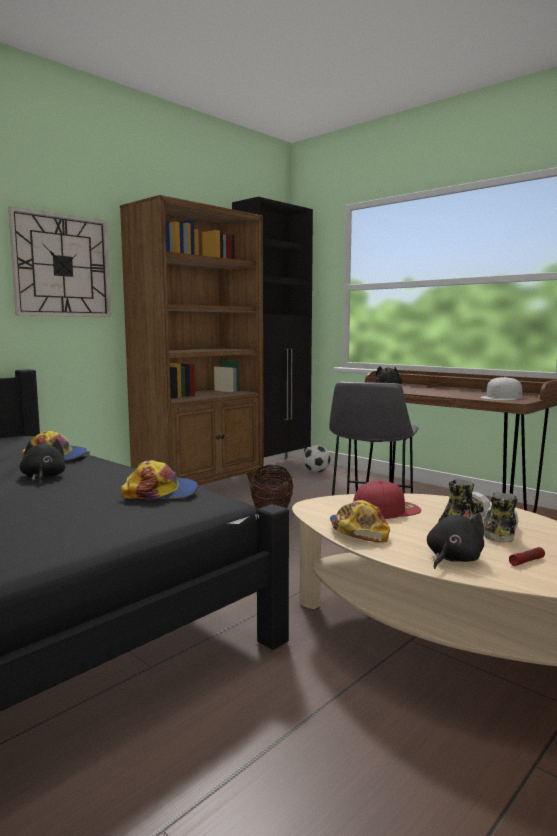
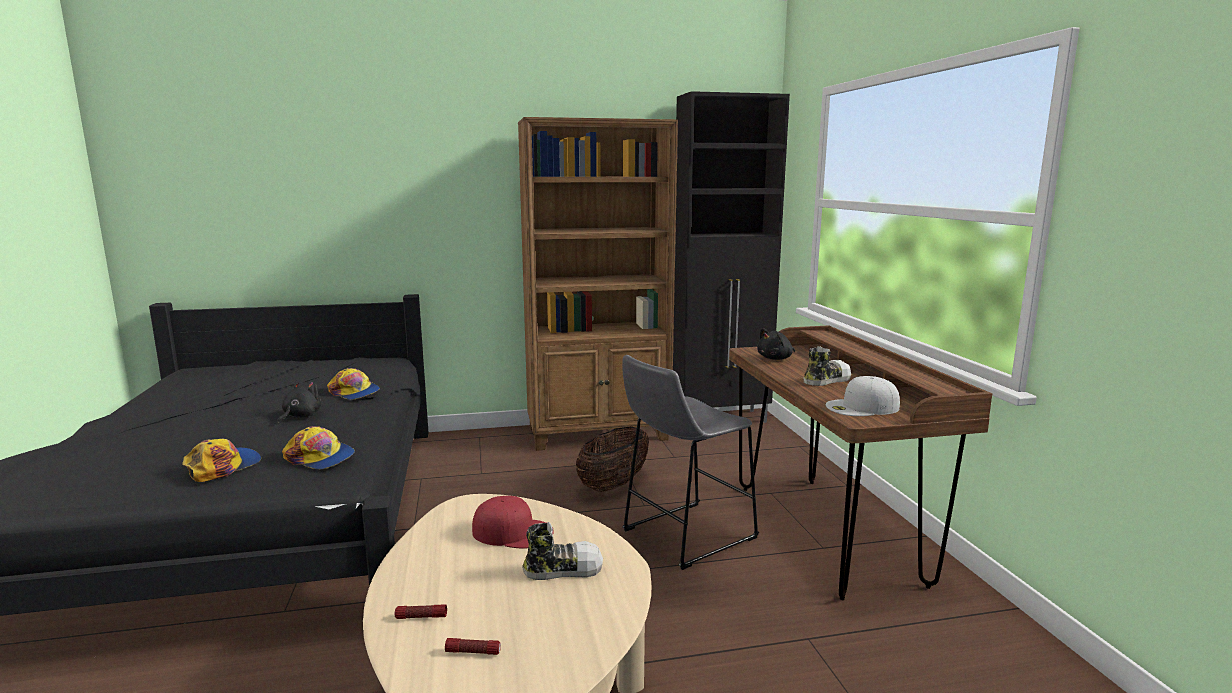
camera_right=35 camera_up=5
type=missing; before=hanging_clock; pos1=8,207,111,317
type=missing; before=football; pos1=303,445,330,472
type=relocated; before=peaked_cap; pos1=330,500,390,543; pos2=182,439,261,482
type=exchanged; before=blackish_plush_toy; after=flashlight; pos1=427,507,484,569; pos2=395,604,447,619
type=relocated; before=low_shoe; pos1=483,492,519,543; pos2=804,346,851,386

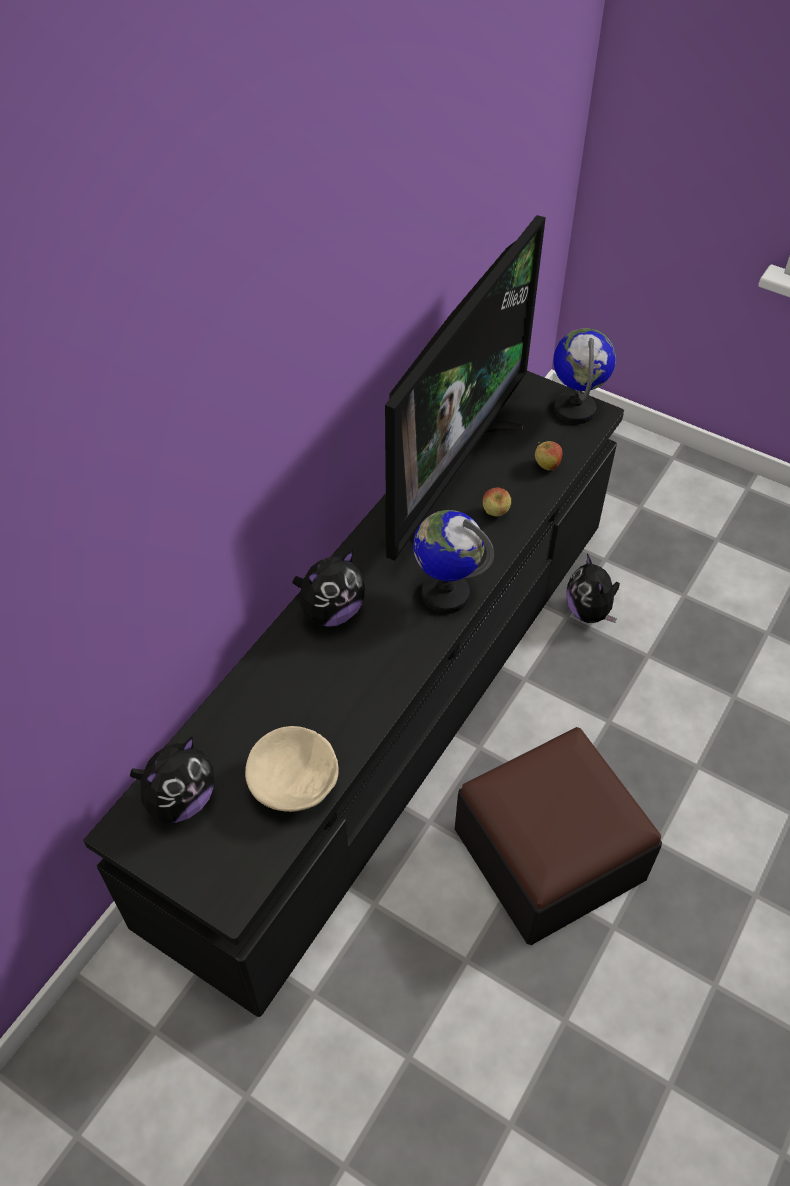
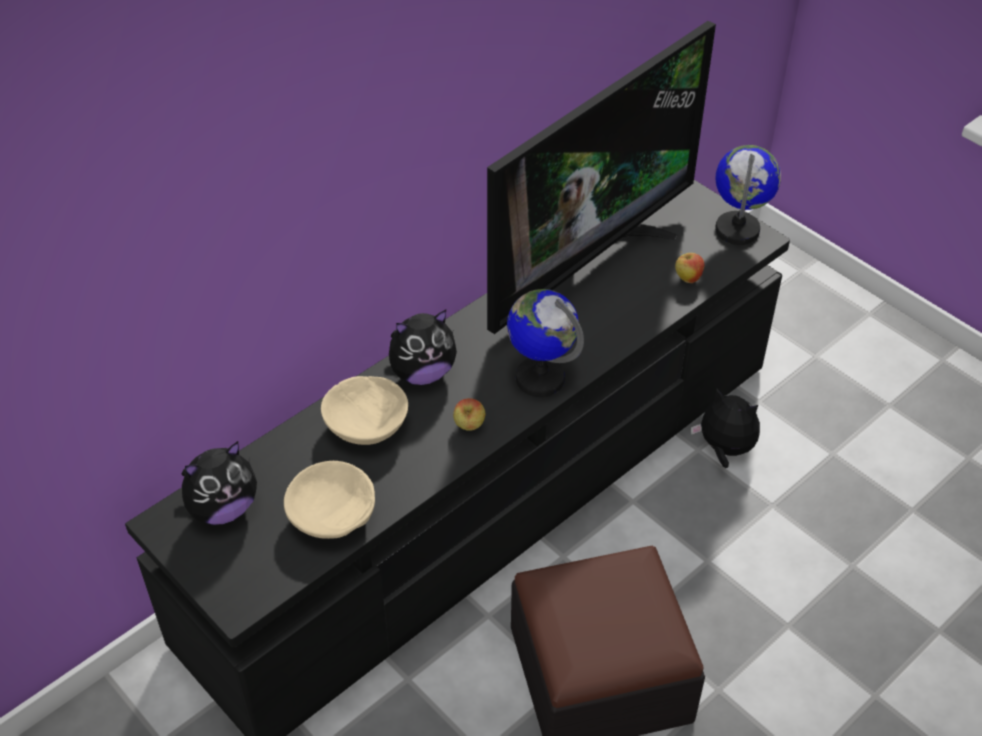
camera_right=15 camera_up=-5
type=relocated; before=apple_fruit; pos1=483,487,511,517; pos2=453,398,486,431
type=spun; before=plush_toy; pos1=566,553,620,623; pos2=691,388,760,468; turn=120
type=appeared; after=sand-coloured_bowl; pos2=321,376,408,445

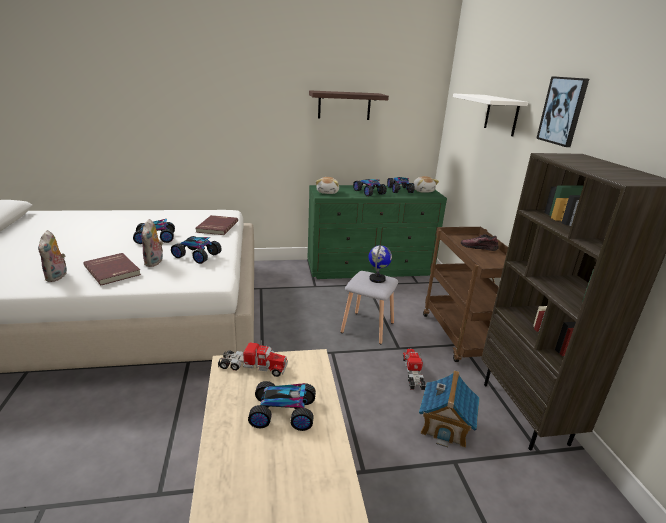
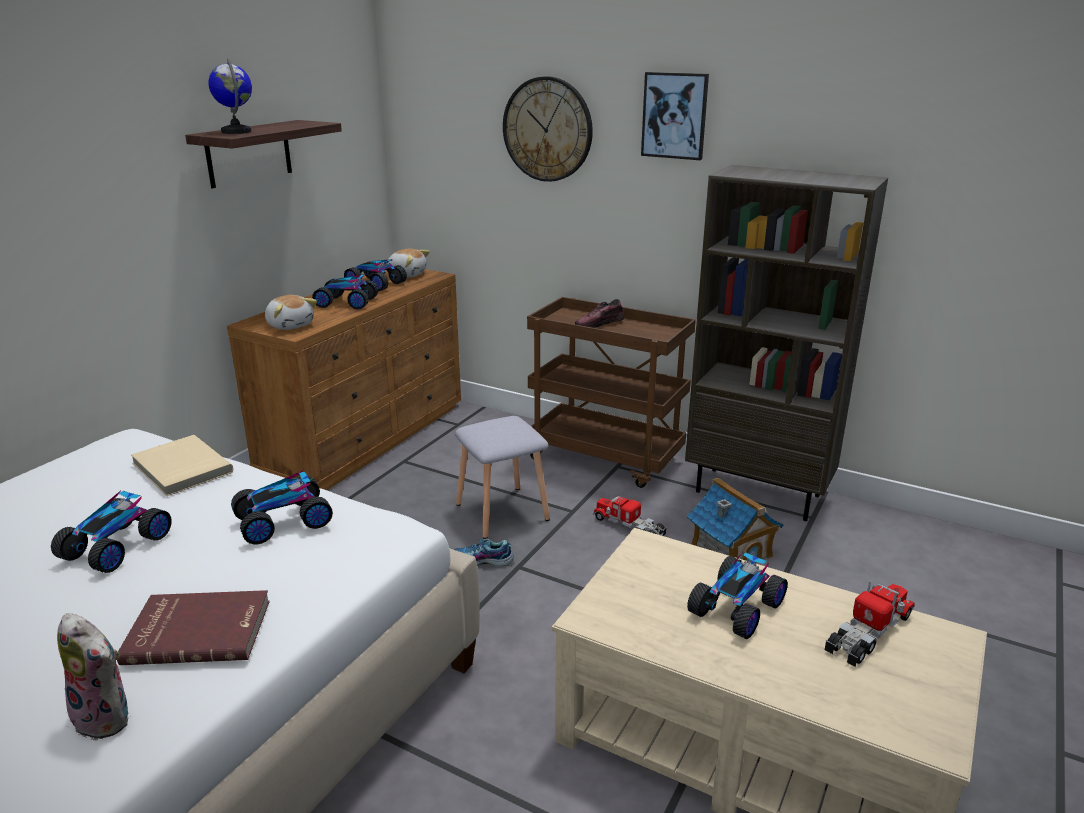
camera_right=-50 camera_up=0
type=missing; before=plush_toy; pos1=142,219,163,267
type=colour; before=reddish_book; after=sand-coloured_book; pos1=196,215,238,235; pos2=131,435,233,496
type=relocated; before=toy_truck; pos1=218,339,288,377; pos2=825,580,915,667
type=colour; before=greenish_chest_of_drawers; after=brown-coloured_chest_of_drawers; pos1=307,185,447,279; pos2=227,269,461,490
type=relocated; before=world_globe; pos1=369,245,392,283; pos2=208,58,252,134
type=exchanged; before=white_wall_shelf; after=hanging_clock; pos1=453,94,528,136; pos2=503,76,593,182
type=appeared; after=low_shoe; pos2=453,538,514,566

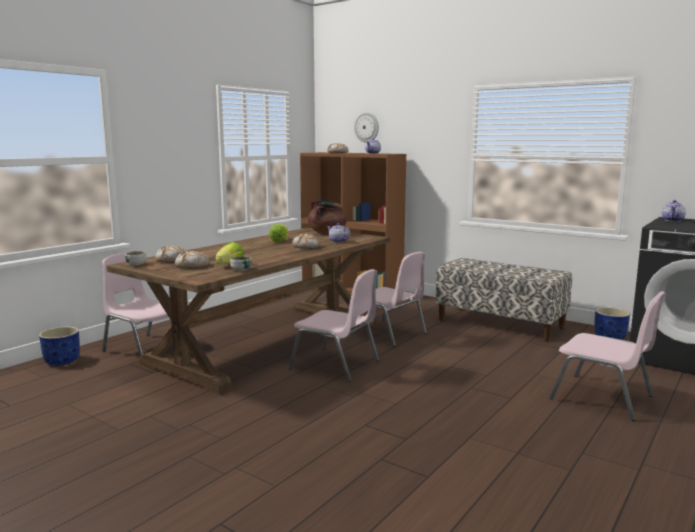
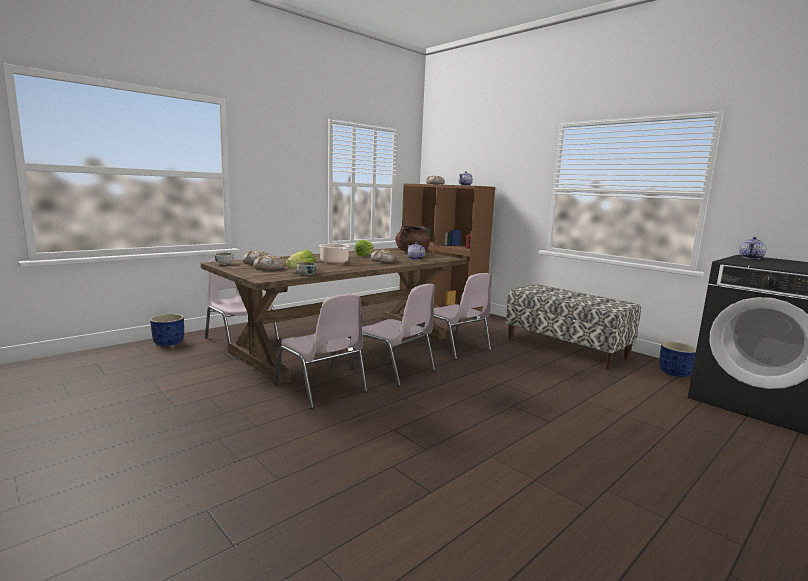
camera_right=10 camera_up=0
type=missing; before=hanging_clock; pos1=354,112,379,143
type=relocated; before=pink-coloured_upright_chair; pos1=549,291,666,421; pos2=274,294,367,409
type=appeared; after=stockpot; pos2=319,244,350,263

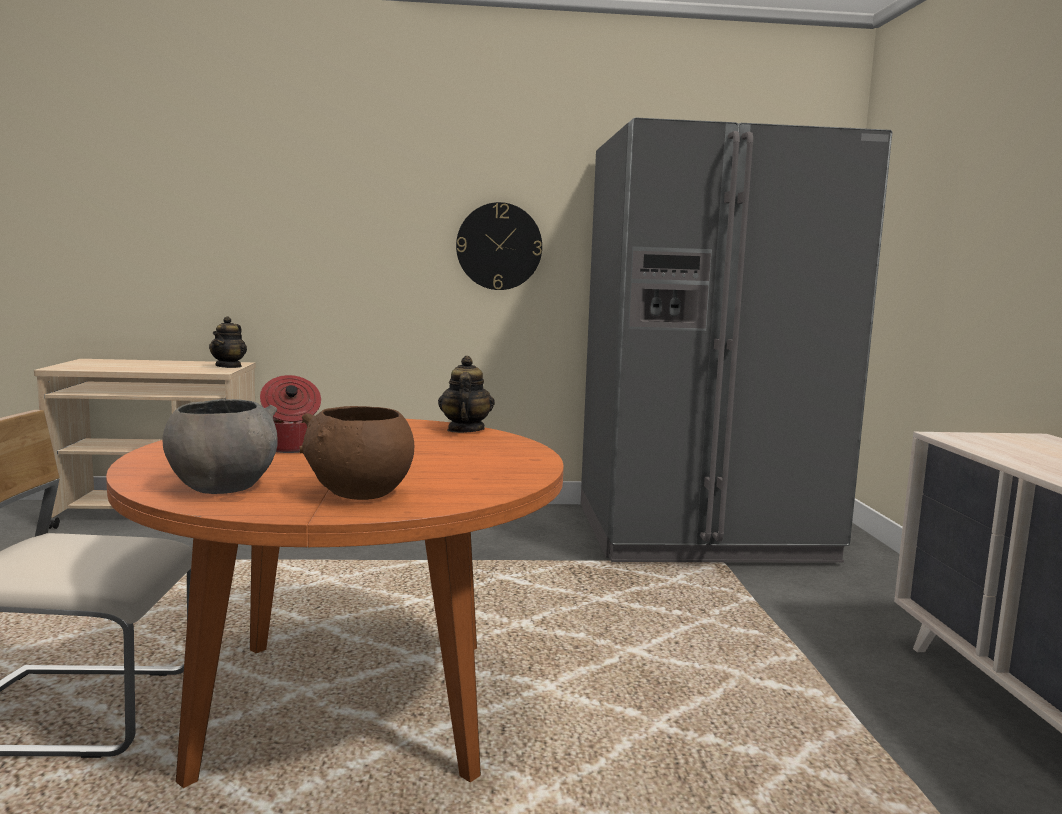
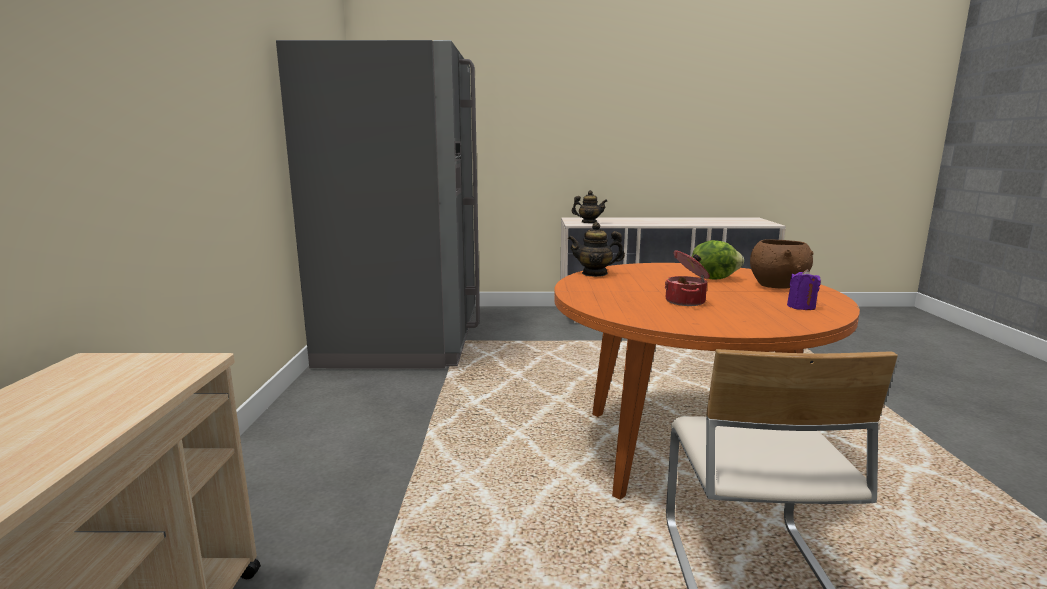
camera_right=-85 camera_up=5
type=exchanged; before=grey_bowl; after=purple-coloured_candle; pos1=163,399,278,494; pos2=787,269,821,310
type=relocated; before=pot_for_tea; pos1=209,316,247,368; pos2=572,190,607,223
type=missing; before=hanging_clock; pos1=456,202,542,290
type=appeared; after=head_of_lettuce; pos2=692,240,744,280

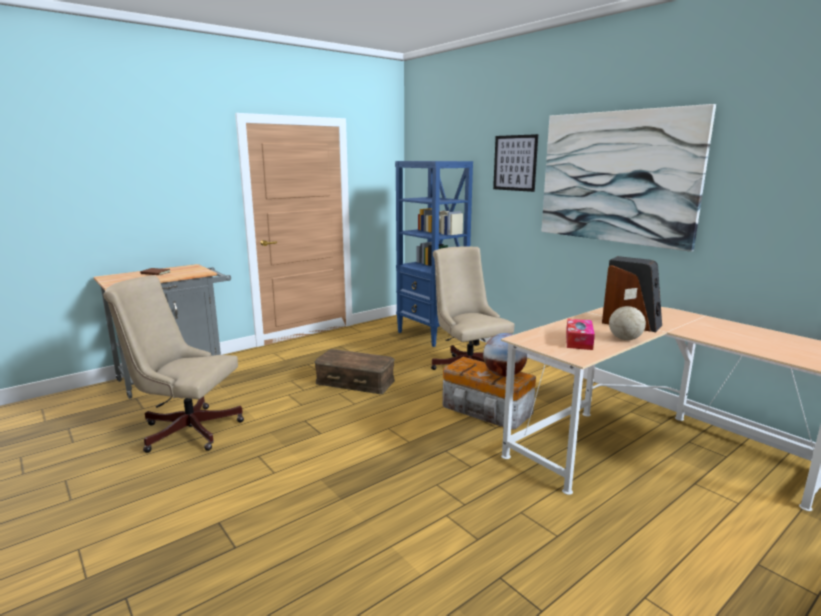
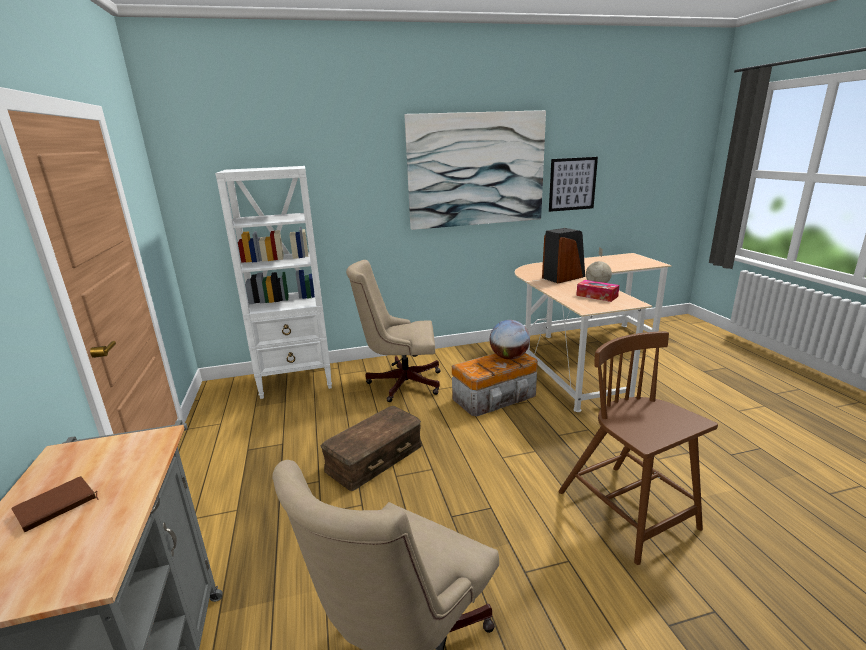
camera_right=-65 camera_up=5
type=colour; before=blue_bookshelf; after=white_bookshelf; pos1=395,161,473,347; pos2=215,166,332,399
type=relocated; before=picture; pos1=493,134,538,192; pos2=549,157,598,212
type=appeared; after=brown-coloured_upright_chair; pos2=558,331,718,565

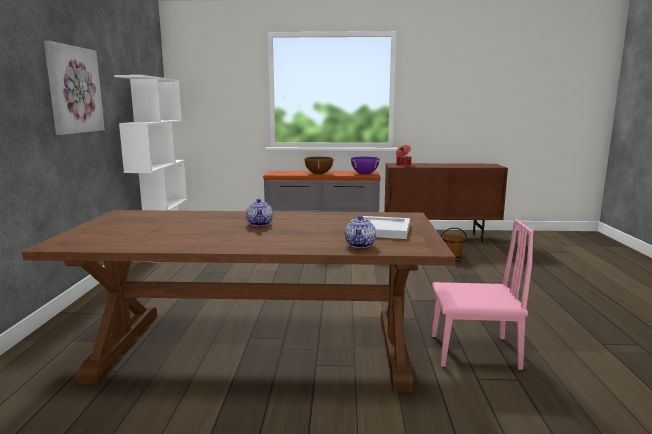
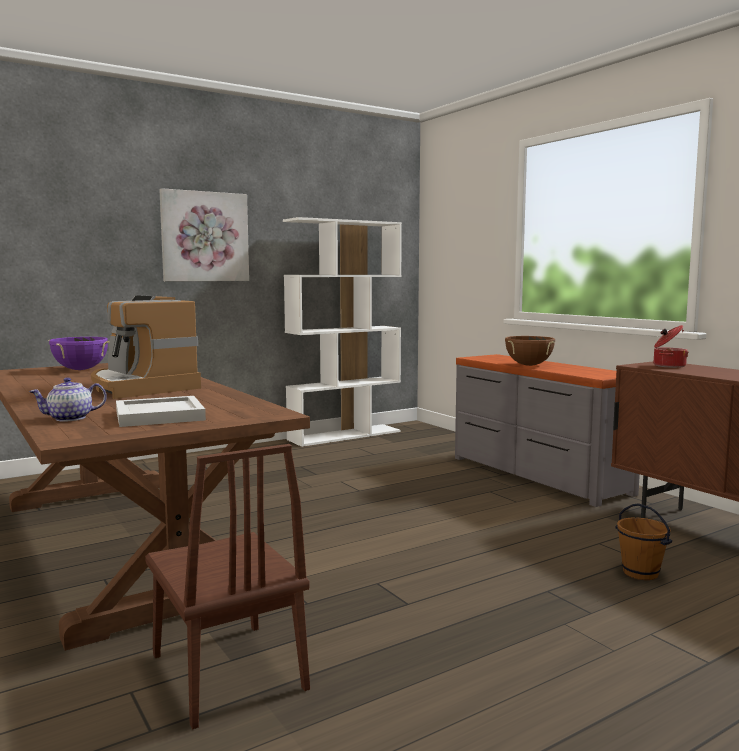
camera_right=55 camera_up=-5
type=exchanged; before=pot_for_tea; after=coffee_brewer; pos1=246,199,273,226; pos2=91,295,201,399
type=relocated; before=purple-coloured_stockpot; pos1=351,157,380,174; pos2=49,337,109,370
type=colour; before=pink-coloured_upright_chair; after=brown-coloured_upright_chair; pos1=432,219,534,370; pos2=145,444,310,730

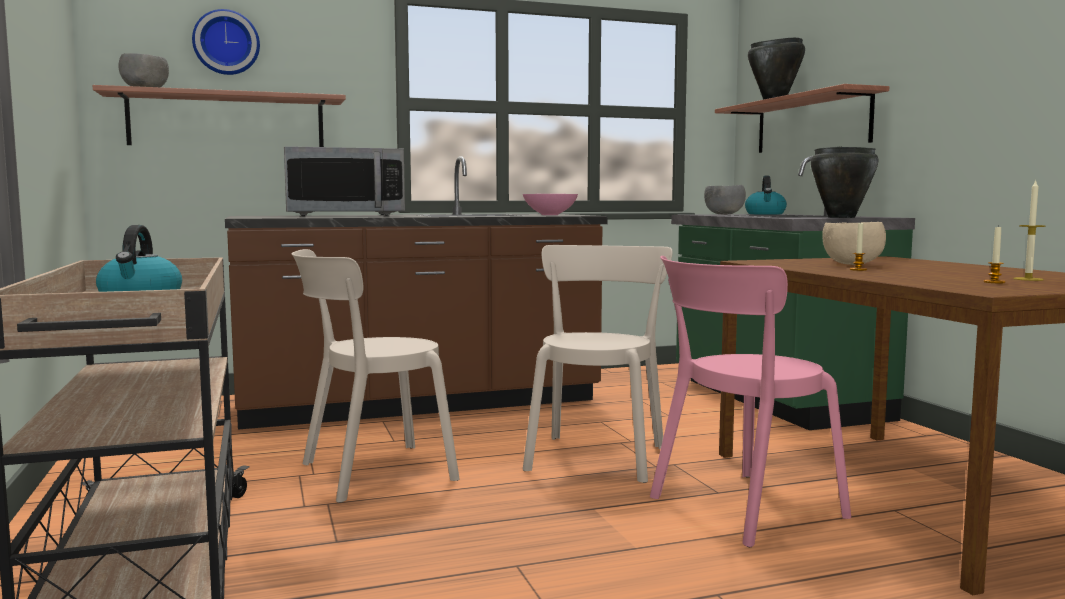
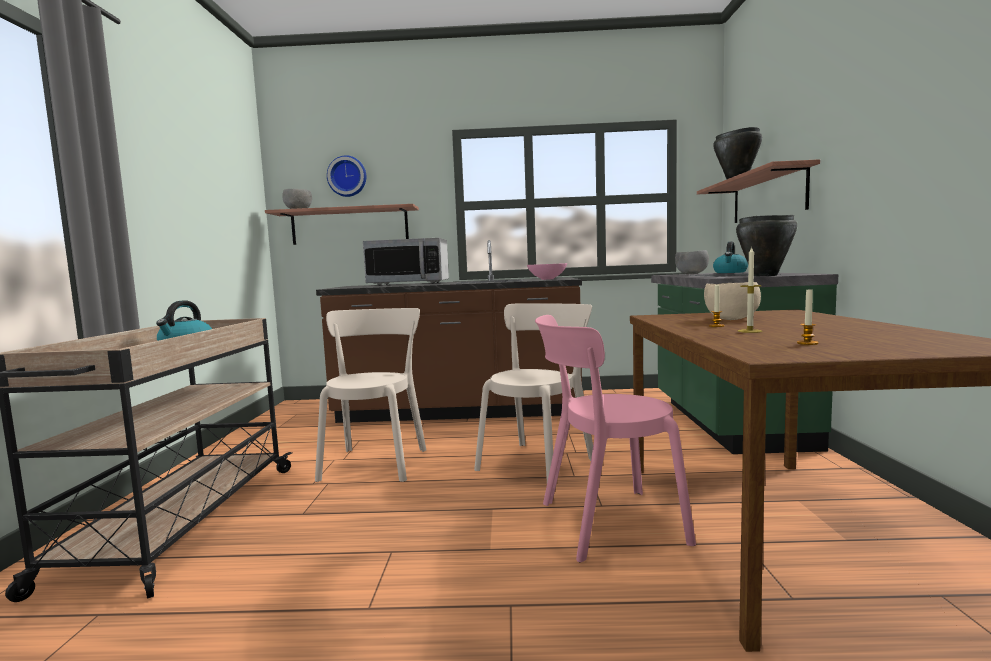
camera_right=20 camera_up=0
type=spun; before=sand-coloured_upright_chair; pos1=292,249,460,503; pos2=315,308,426,482; turn=105
type=relocated; before=candle; pos1=1013,179,1045,281; pos2=738,246,762,333

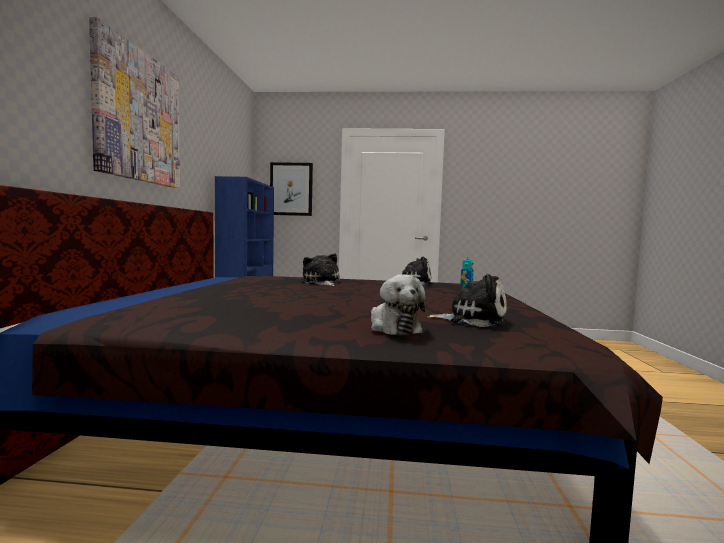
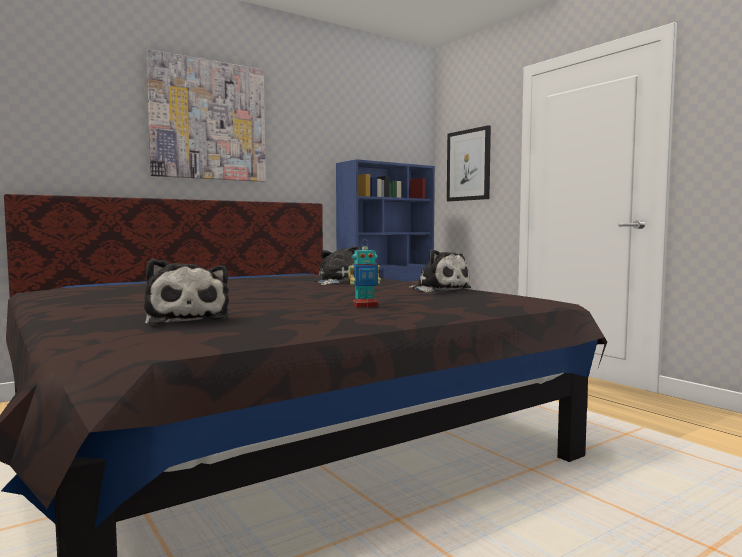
camera_right=50 camera_up=0
type=missing; before=plush_toy; pos1=371,274,426,335

